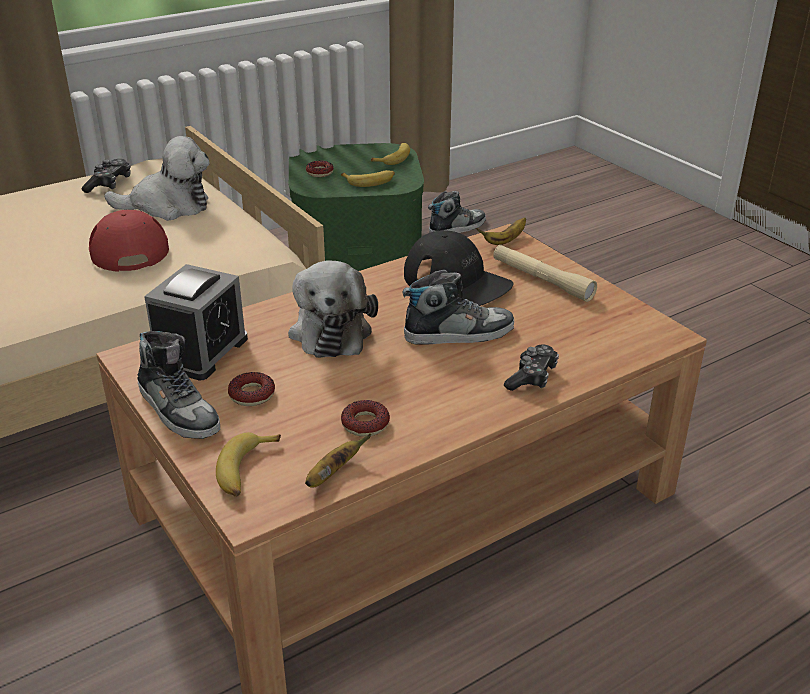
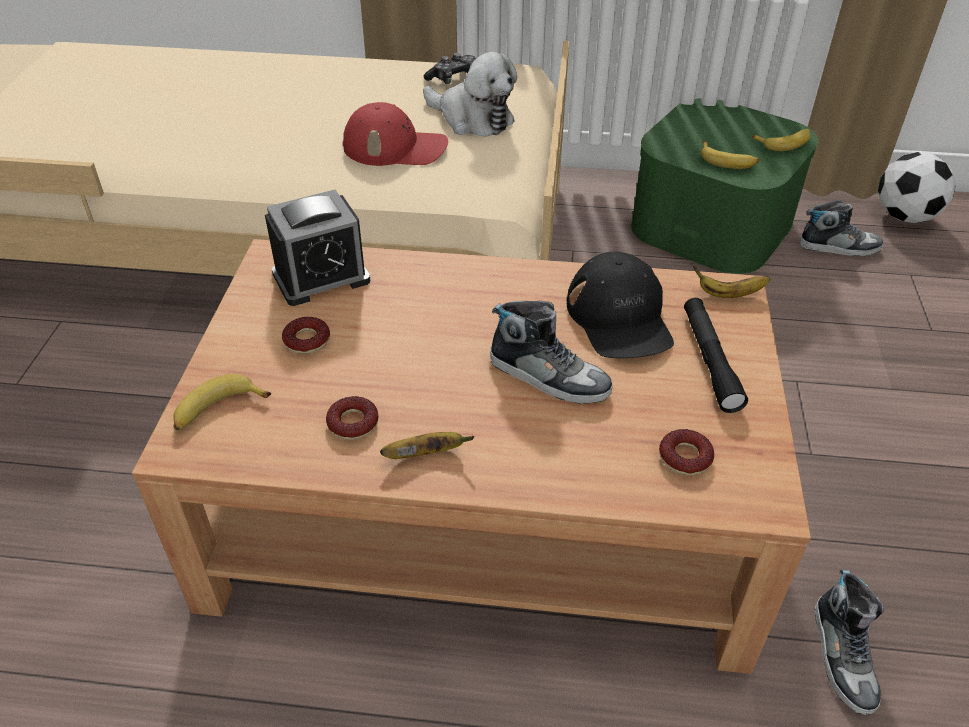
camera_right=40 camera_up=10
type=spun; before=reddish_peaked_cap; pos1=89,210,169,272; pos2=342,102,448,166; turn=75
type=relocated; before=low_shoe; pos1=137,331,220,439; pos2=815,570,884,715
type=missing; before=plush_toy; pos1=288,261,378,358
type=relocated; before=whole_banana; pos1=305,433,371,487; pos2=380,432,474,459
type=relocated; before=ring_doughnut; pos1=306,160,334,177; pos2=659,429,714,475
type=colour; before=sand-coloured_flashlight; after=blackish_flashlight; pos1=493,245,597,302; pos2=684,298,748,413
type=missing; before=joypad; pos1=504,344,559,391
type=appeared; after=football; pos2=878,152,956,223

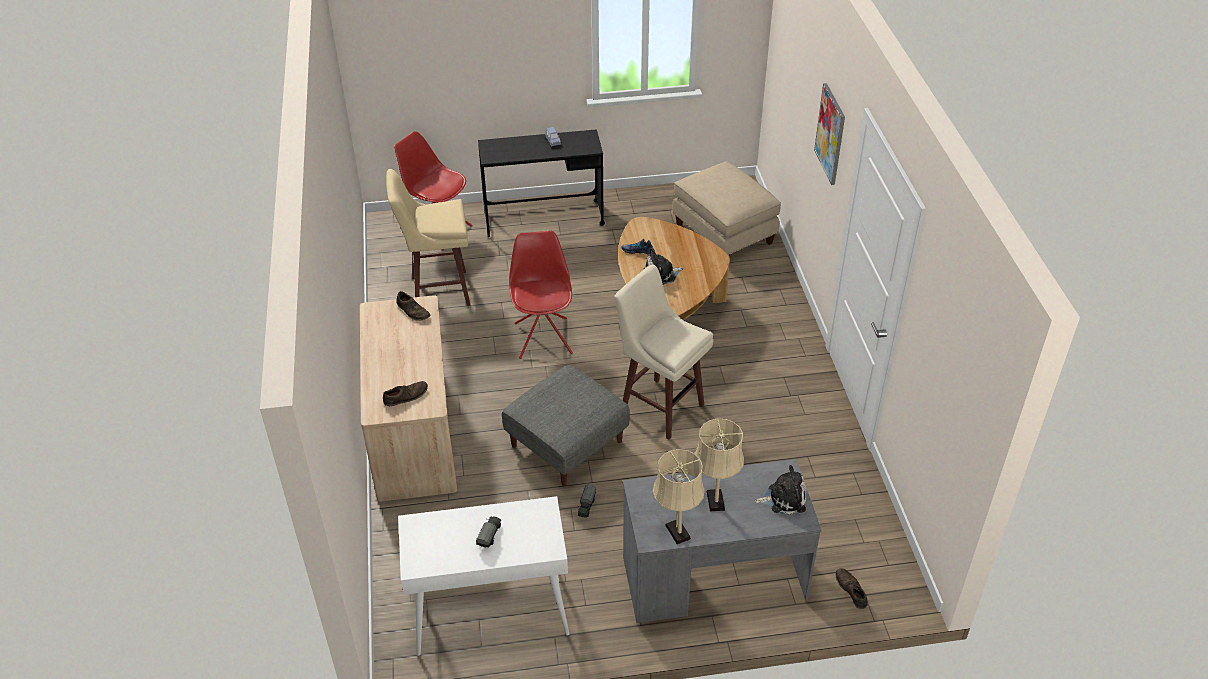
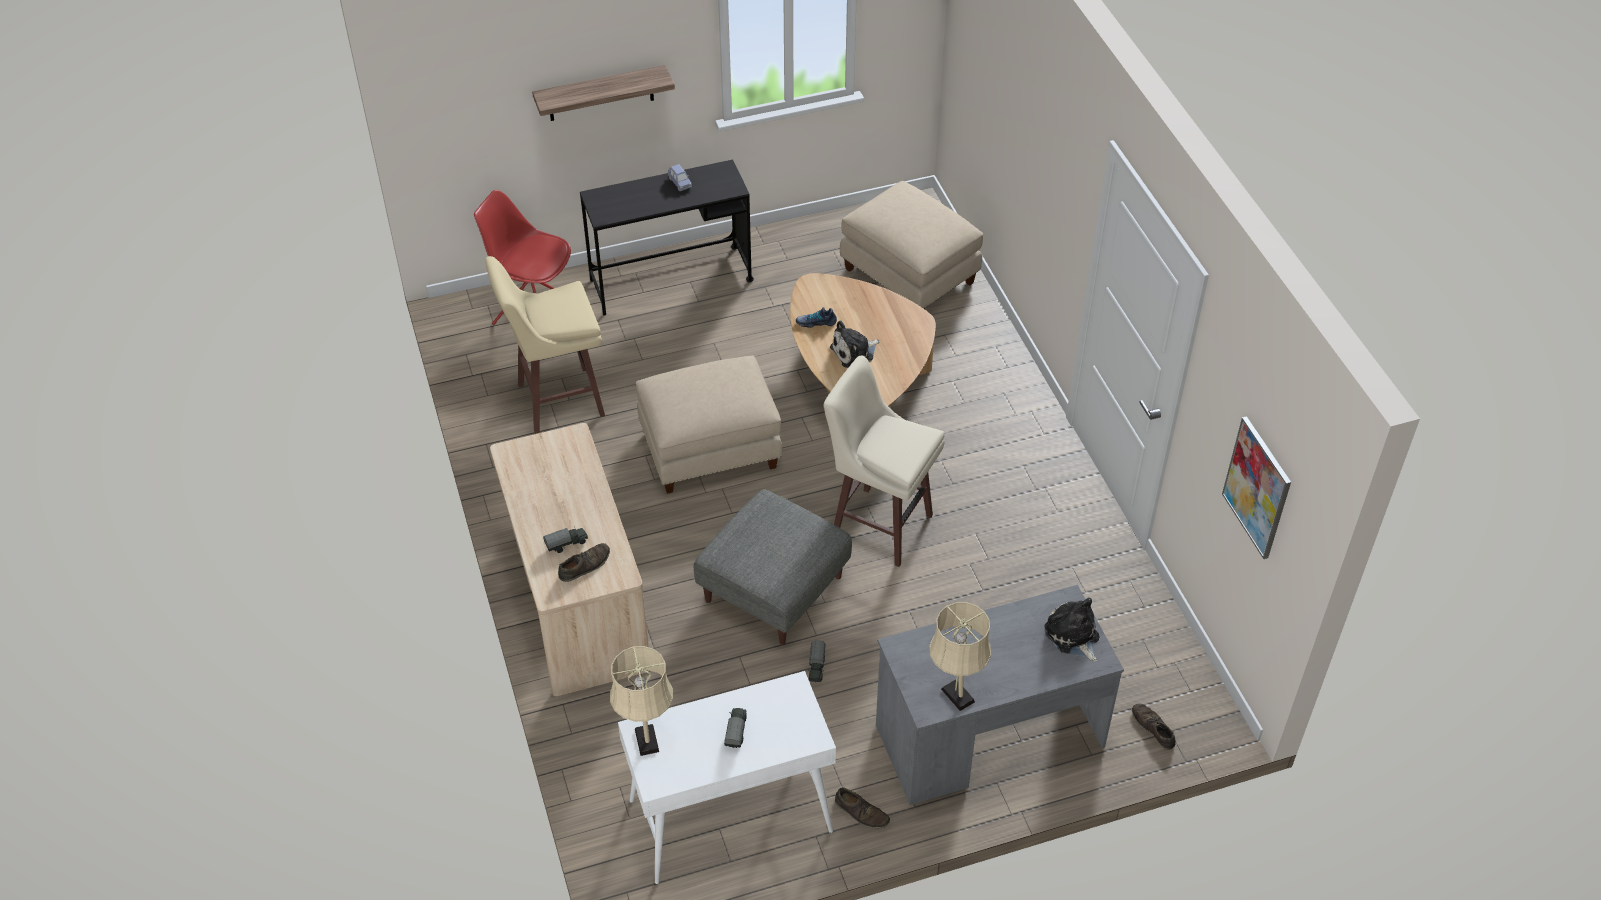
camera_right=-10 camera_up=5
type=relocated; before=brown-coloured_low_shoe; pos1=397,291,430,321; pos2=835,787,890,829
type=exchanged; before=reddish_upright_chair; after=sand-coloured_footrest; pos1=509,230,573,359; pos2=636,355,782,494
type=relocated; before=sand-coloured_lamp_for_a_table; pos1=695,418,744,511; pos2=610,646,673,756
type=spun; before=plush_toy; pos1=754,465,806,515; pos2=1045,598,1099,662; turn=-105
type=relocated; before=picture; pos1=814,83,845,185; pos2=1222,416,1291,559
type=appeared; after=wall_shelf; pos2=532,65,675,121
type=appeared; after=toy_truck; pos2=543,528,588,553

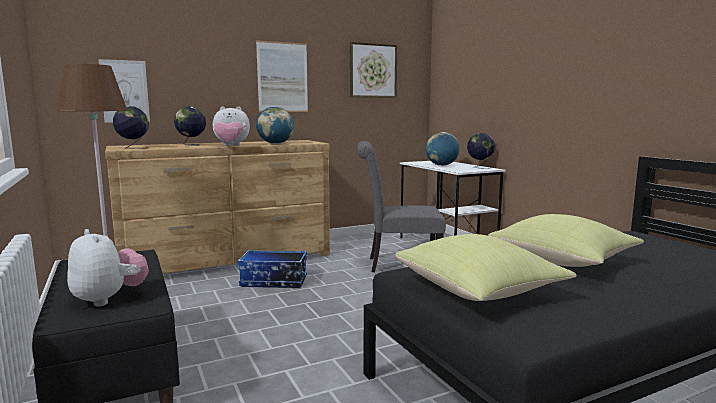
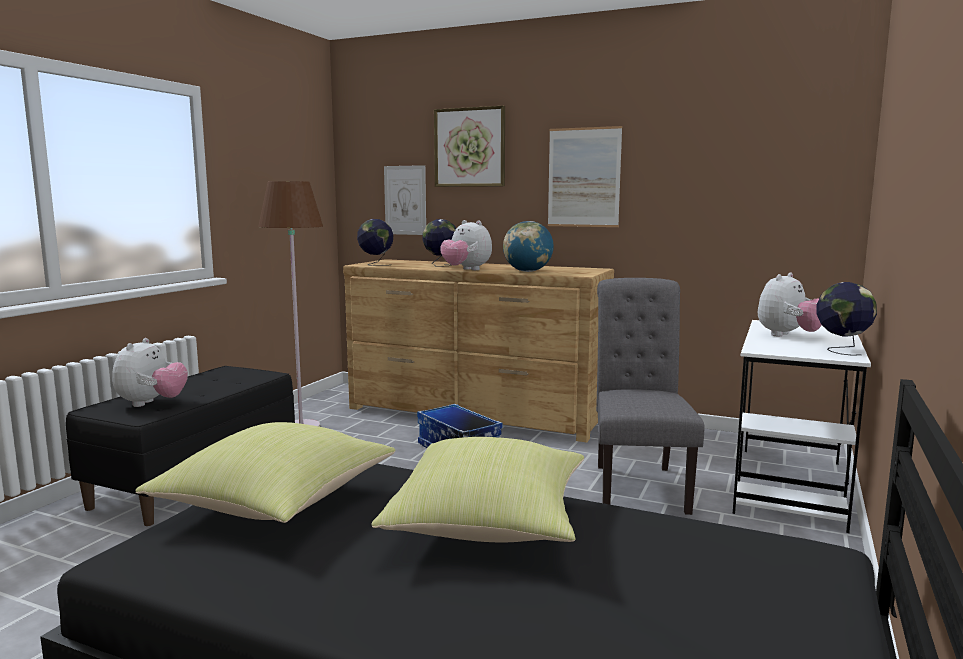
camera_right=50 camera_up=0
type=relocated; before=picture; pos1=350,42,397,98; pos2=434,106,505,187
type=spun; before=grey_upright_chair; pos1=357,141,446,272; pos2=596,278,704,515; turn=45
type=exchanged; before=world_globe; after=plush_toy; pos1=426,132,460,166; pos2=758,272,822,336

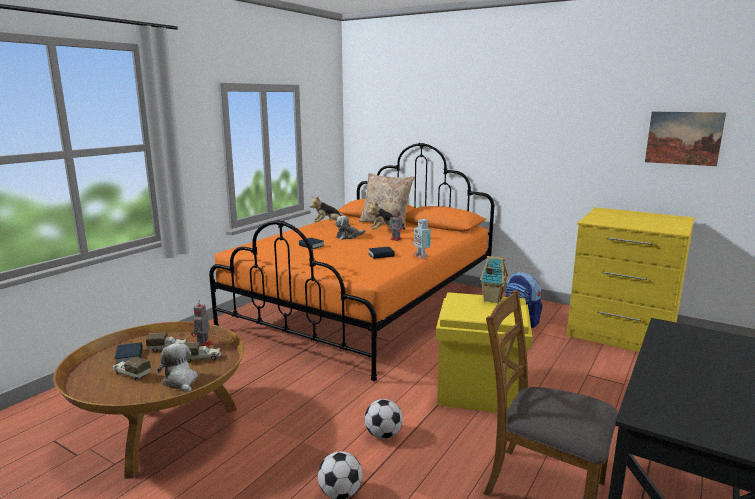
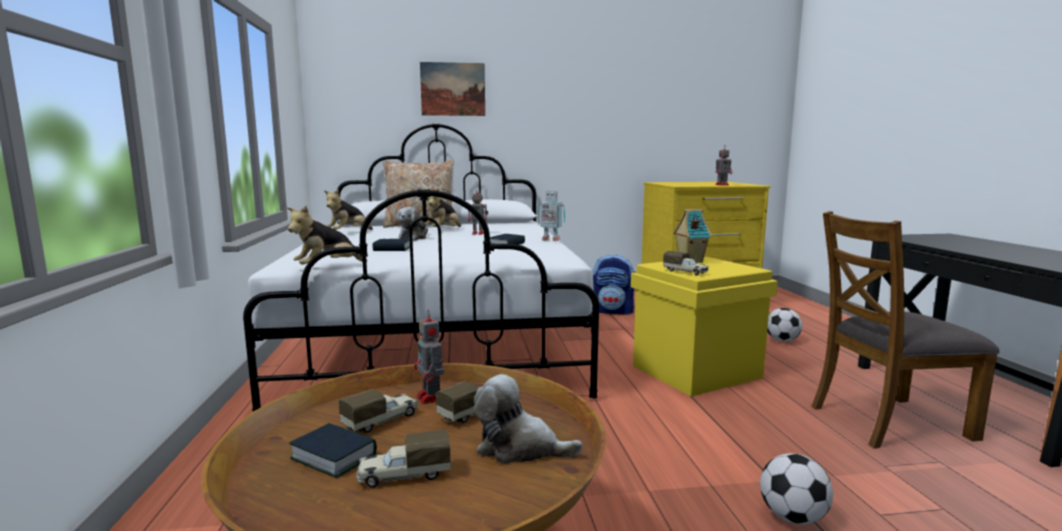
camera_right=-40 camera_up=-5
type=colour; before=orangey_bed; after=white_bed; pos1=209,143,494,381; pos2=243,124,599,412
type=relocated; before=football; pos1=365,399,403,439; pos2=767,308,802,342
type=relocated; before=picture; pos1=645,112,726,166; pos2=420,62,485,116
type=appeared; after=plush_toy; pos2=287,205,367,265
type=appeared; after=toy_truck; pos2=663,251,709,276
type=appeared; after=model_robot; pos2=715,146,732,186

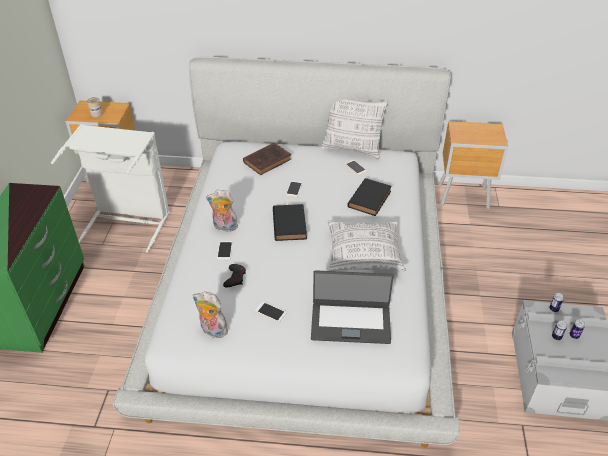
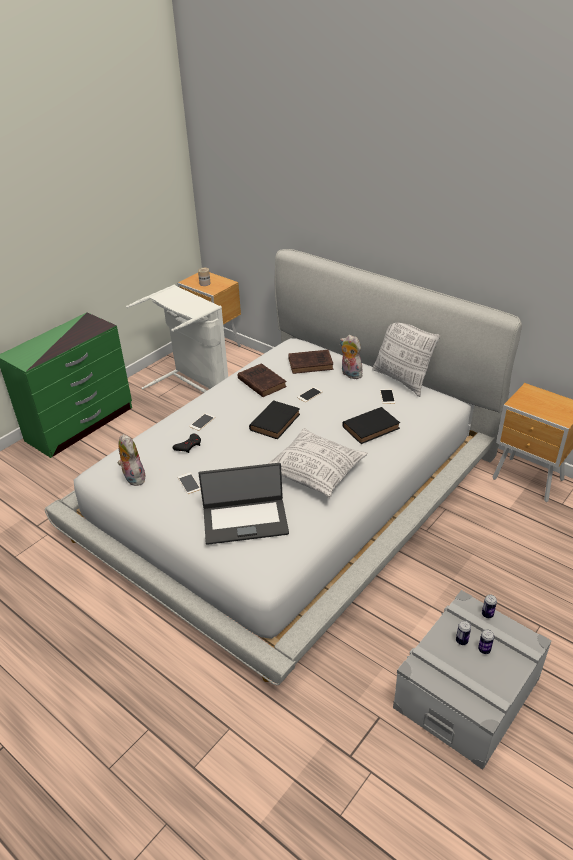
camera_right=35 camera_up=-5
type=relocated; before=plush_toy; pos1=206,190,238,231; pos2=340,335,362,379
type=spun; before=notebook_computer; pos1=311,270,394,344; pos2=199,463,289,545; turn=-45
type=appeared; after=brown-coloured_book; pos2=238,363,287,397

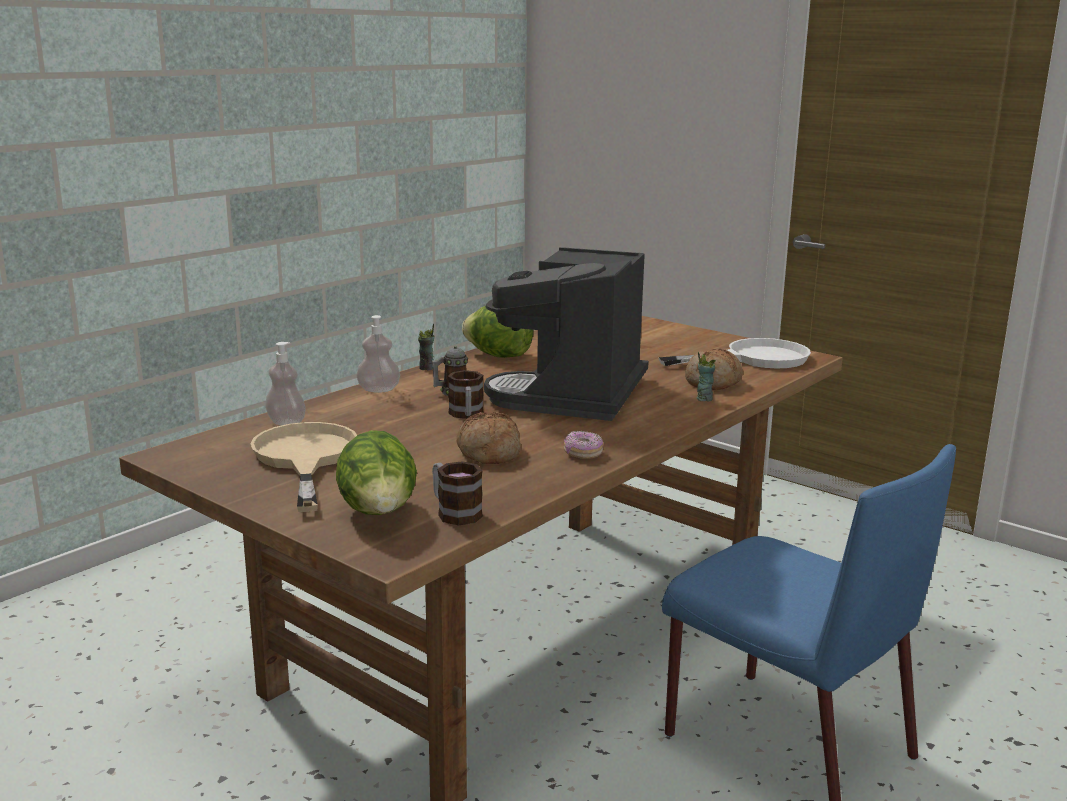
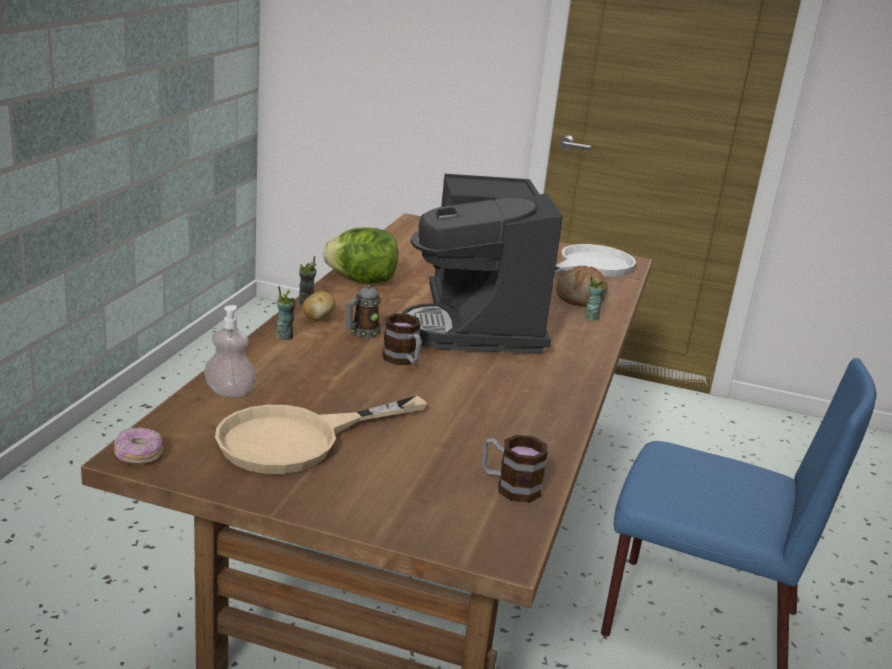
camera_right=-25 camera_up=5
type=spun; before=sand-coloured_skillet; pos1=250,422,357,512; pos2=215,396,427,474; turn=-90
type=missing; before=head_of_lettuce; pos1=336,430,417,515
type=exchanged; before=soap_dispenser; after=cup; pos1=356,315,400,393; pos2=276,286,295,340
type=missing; before=baked_bread; pos1=456,412,521,464
type=relocated; before=ring_doughnut; pos1=564,431,603,459; pos2=114,427,163,464
type=appeared; after=potato; pos2=302,291,335,321

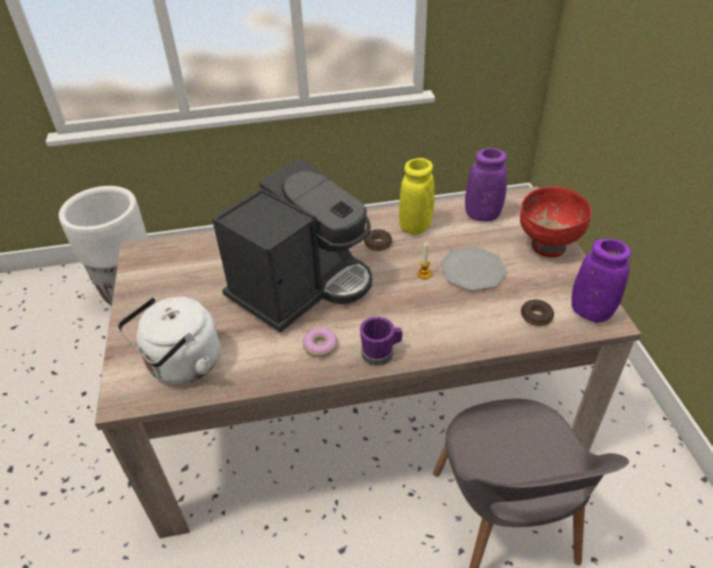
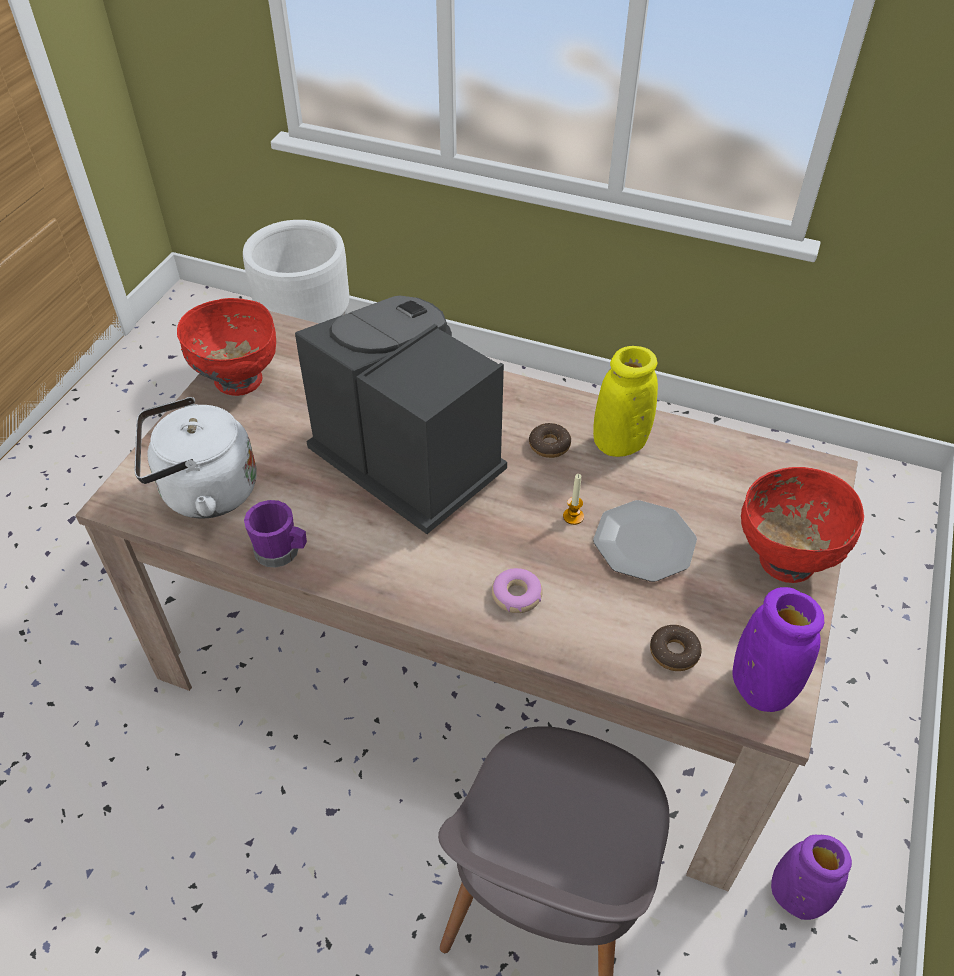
camera_right=30 camera_up=5
type=spun; before=coffee_brewer; pos1=212,158,372,333; pos2=295,296,507,534; turn=-120
type=relocated; before=ring_doughnut; pos1=303,328,338,357; pos2=492,568,543,613
type=relocated; before=purple-coloured_coffee_mug; pos1=360,317,403,366; pos2=244,500,307,568
type=relocated; before=purple-coloured_decorative_vase; pos1=465,148,507,222; pos2=771,834,852,920
type=appeared; after=reddish_bowl; pos2=177,298,276,396

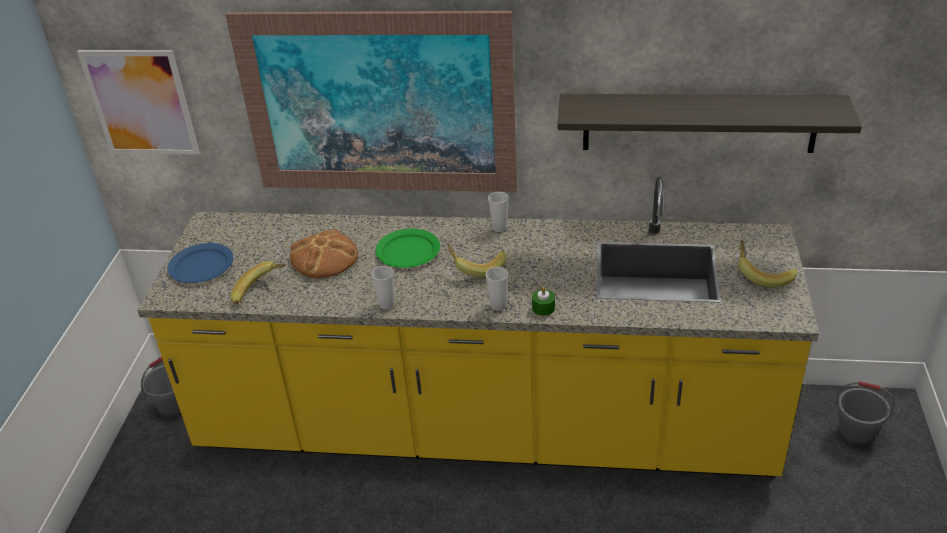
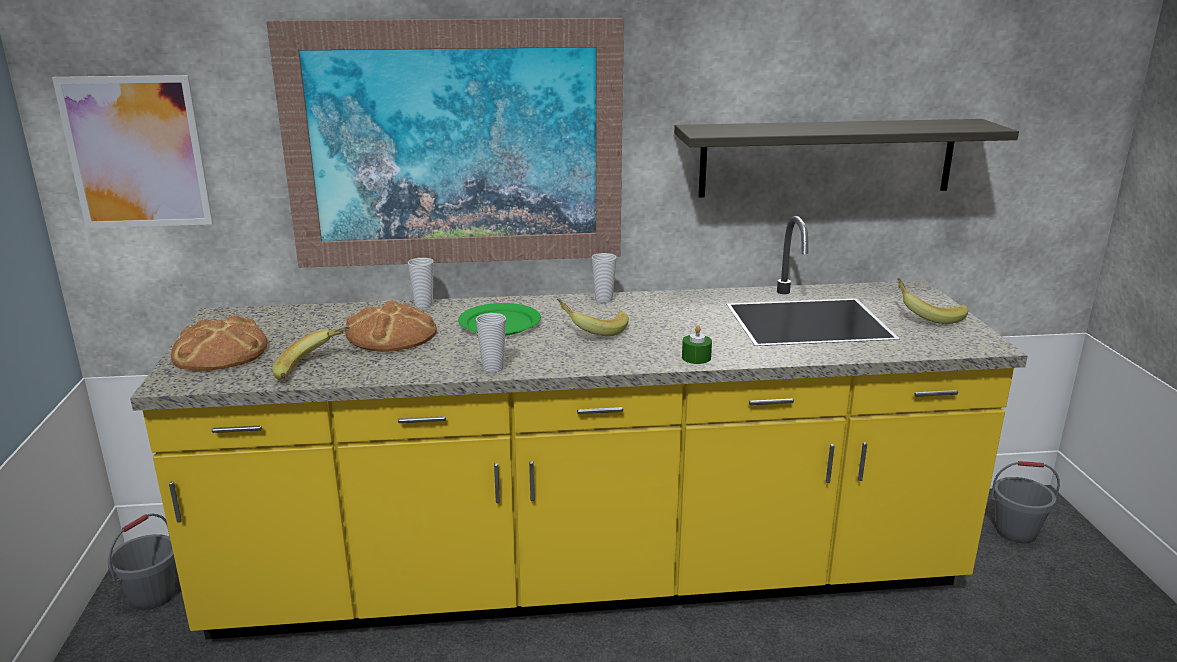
camera_right=-15 camera_up=-15
type=exchanged; before=blue_flat_dish; after=baked_bread; pos1=167,243,233,283; pos2=171,315,268,371
type=relocated; before=cup; pos1=485,267,509,311; pos2=408,258,434,308

